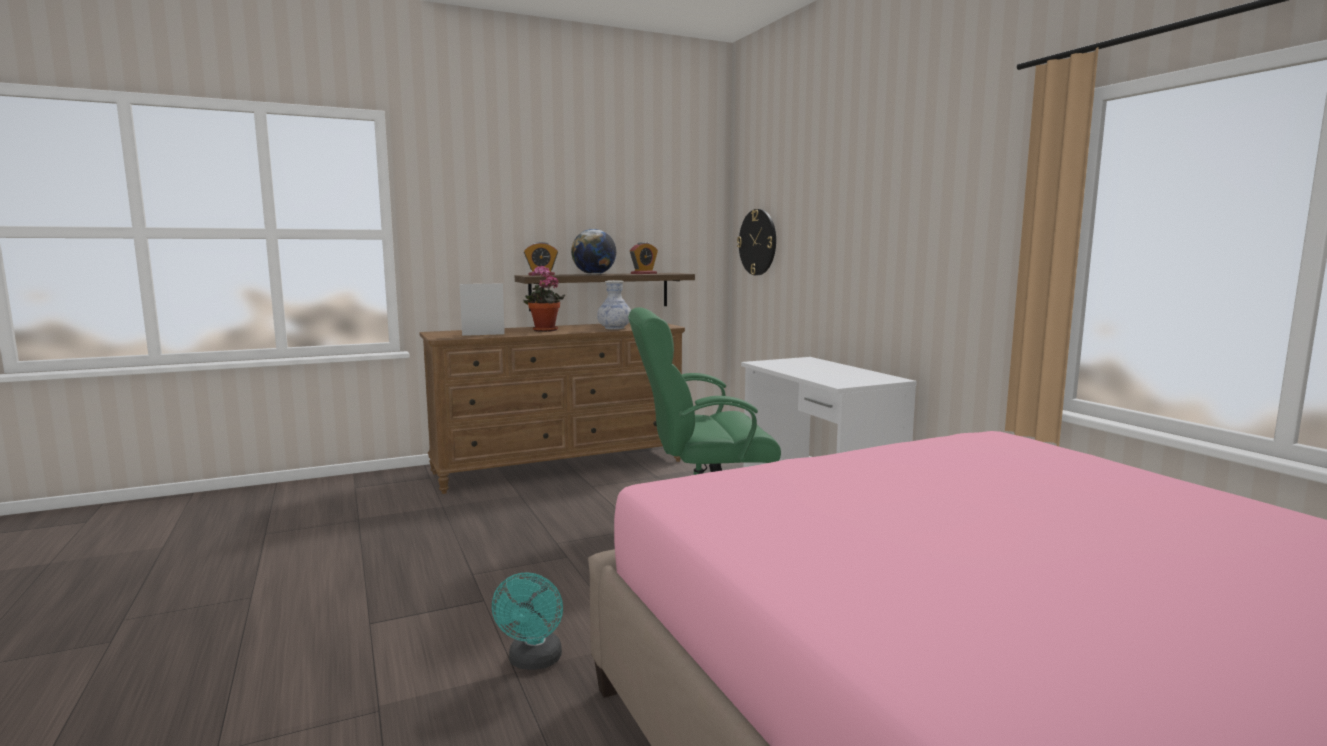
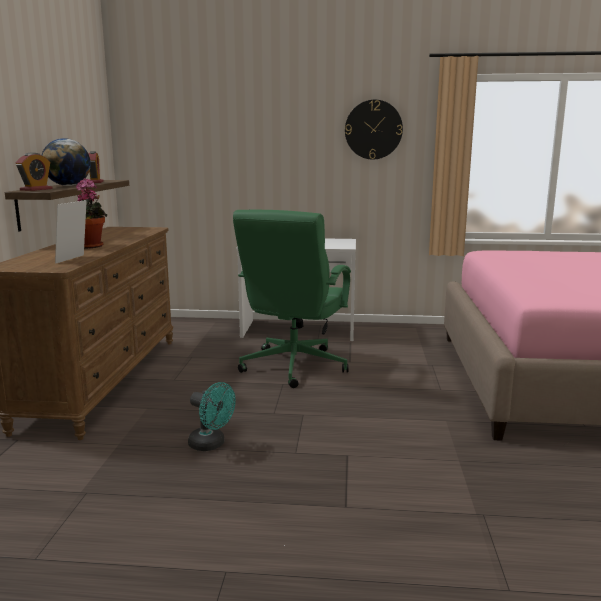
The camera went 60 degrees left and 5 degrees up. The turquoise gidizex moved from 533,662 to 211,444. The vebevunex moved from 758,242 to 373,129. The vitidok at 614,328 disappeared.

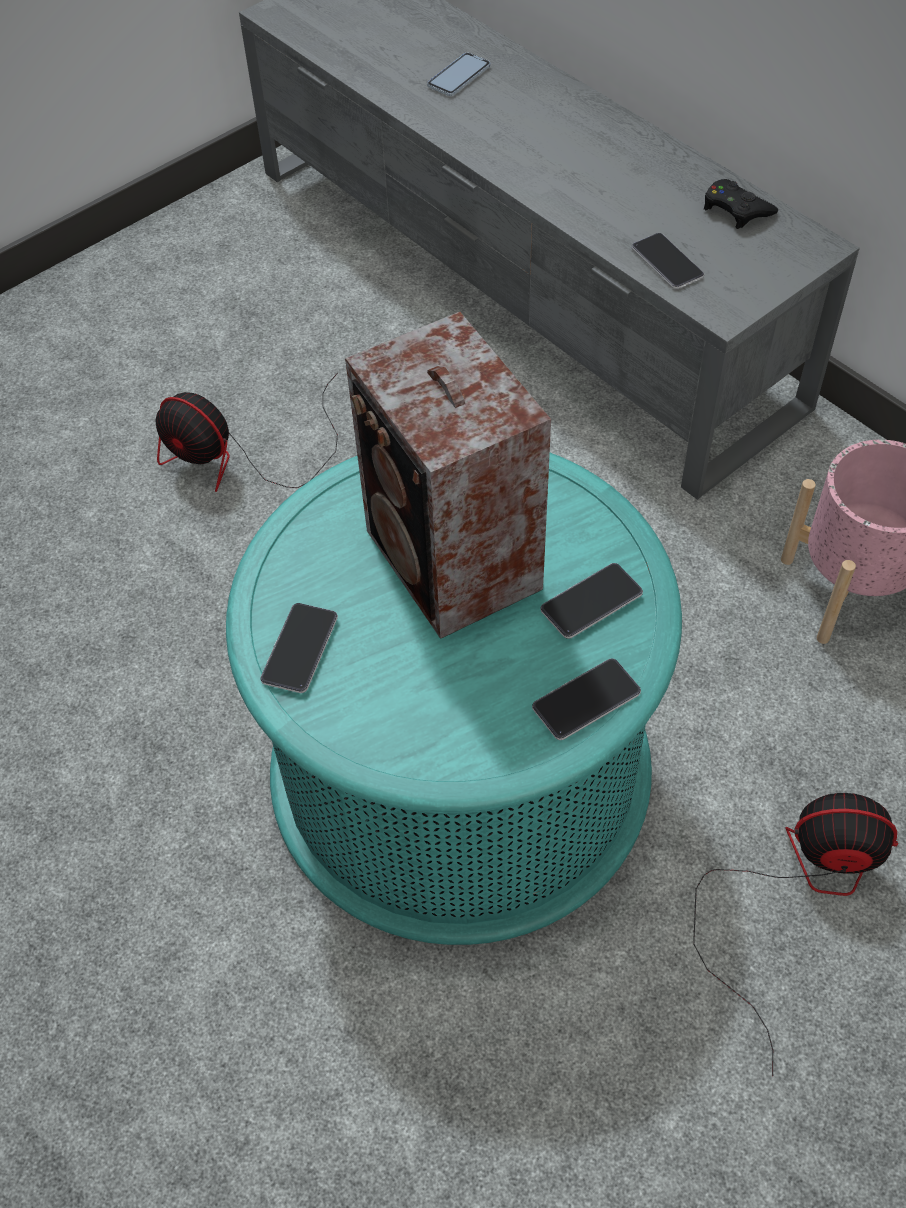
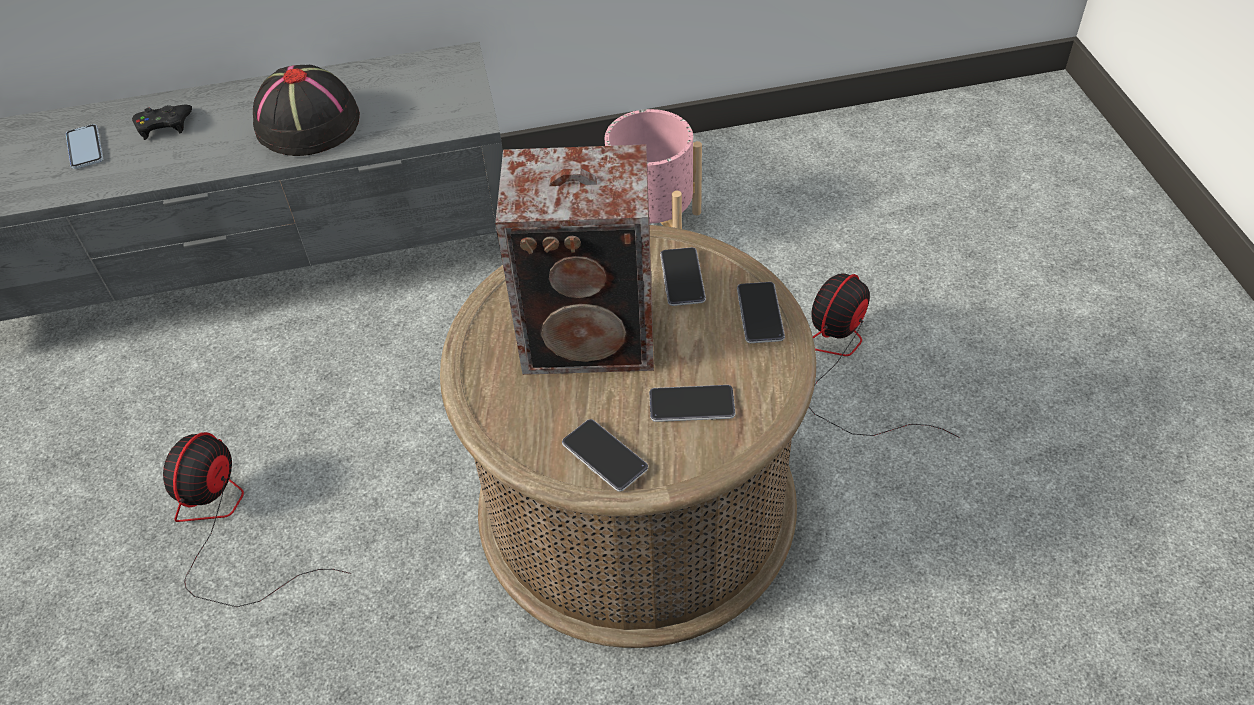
The camera went 60 degrees left and 5 degrees down. The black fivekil moved from 736,209 to 164,125. The gidizex at 241,456 turned 135 degrees clockwise. The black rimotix at 307,124 appeared. The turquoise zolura at 460,765 became the brown zolura at 636,502. The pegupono moved from 667,262 to 691,404.

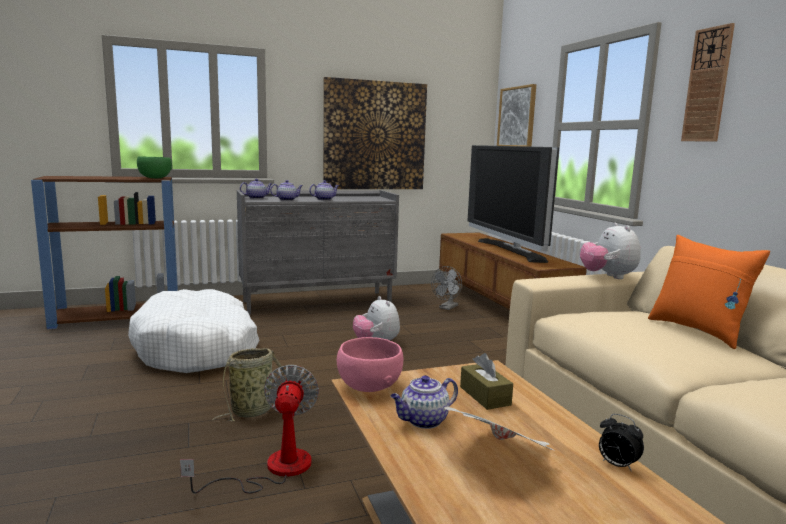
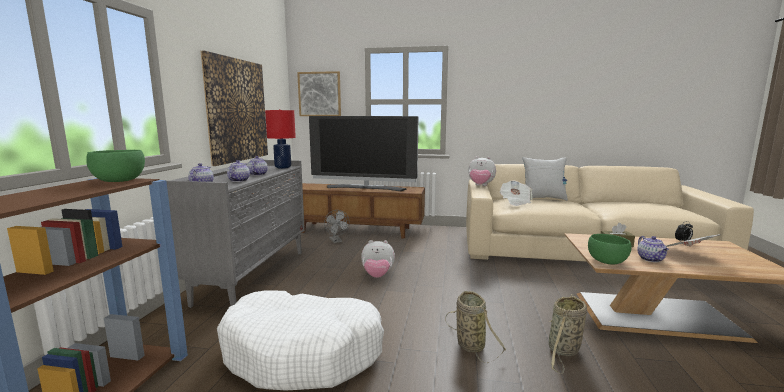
The camera went 60 degrees left and 0 degrees up. The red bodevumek at 283,168 appeared. The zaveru at 515,202 appeared. The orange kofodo at 697,331 became the grey kofodo at 543,199. The gidizex at 273,469 was replaced by the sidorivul at 563,351. The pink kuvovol at 369,386 became the green kuvovol at 606,262. The vebevunex at 707,85 disappeared.

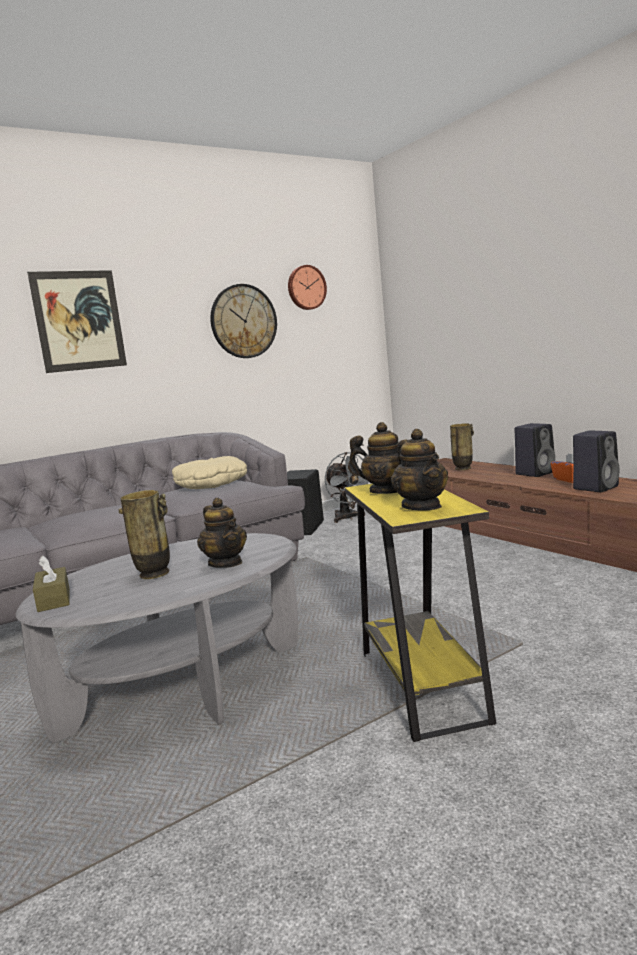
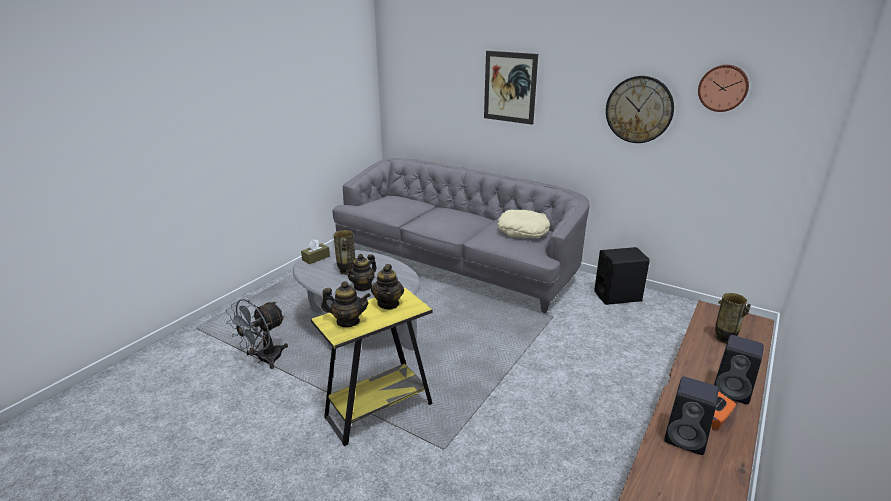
The camera went 65 degrees right and 15 degrees up. The grey gidizex moved from 348,518 to 264,360. The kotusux at 422,506 turned 135 degrees counterclockwise.

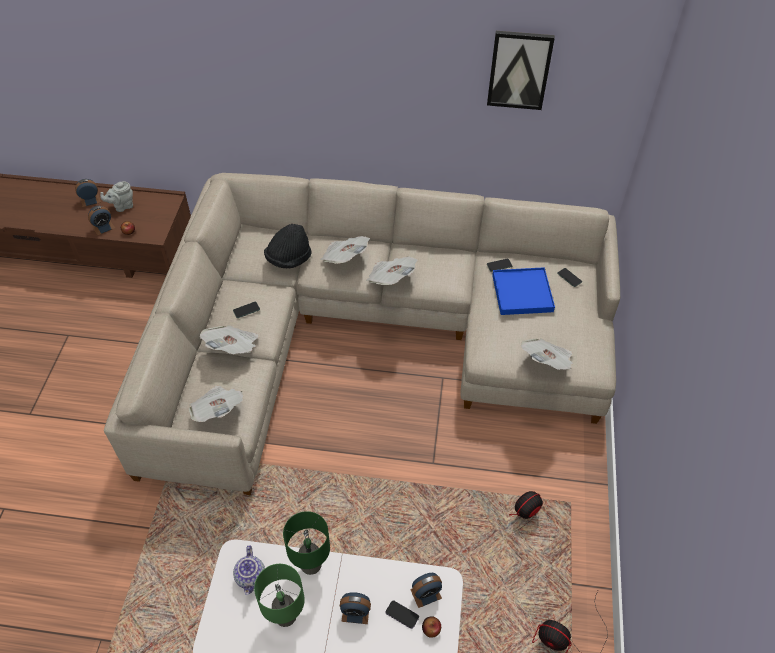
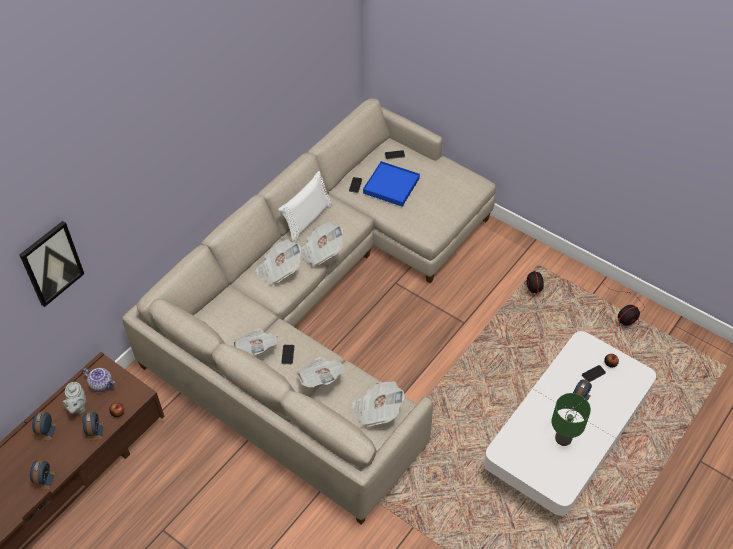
The camera went 60 degrees left and 0 degrees up. The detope moved from 519,70 to 51,263. The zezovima moved from 426,593 to 44,479. The kotusux moved from 251,577 to 102,384. The zaveru moved from 547,362 to 256,349. The white kofodo at 307,219 appeared. The black rimotix at 288,259 disappeared. The green bodevumek at 310,564 disappeared.

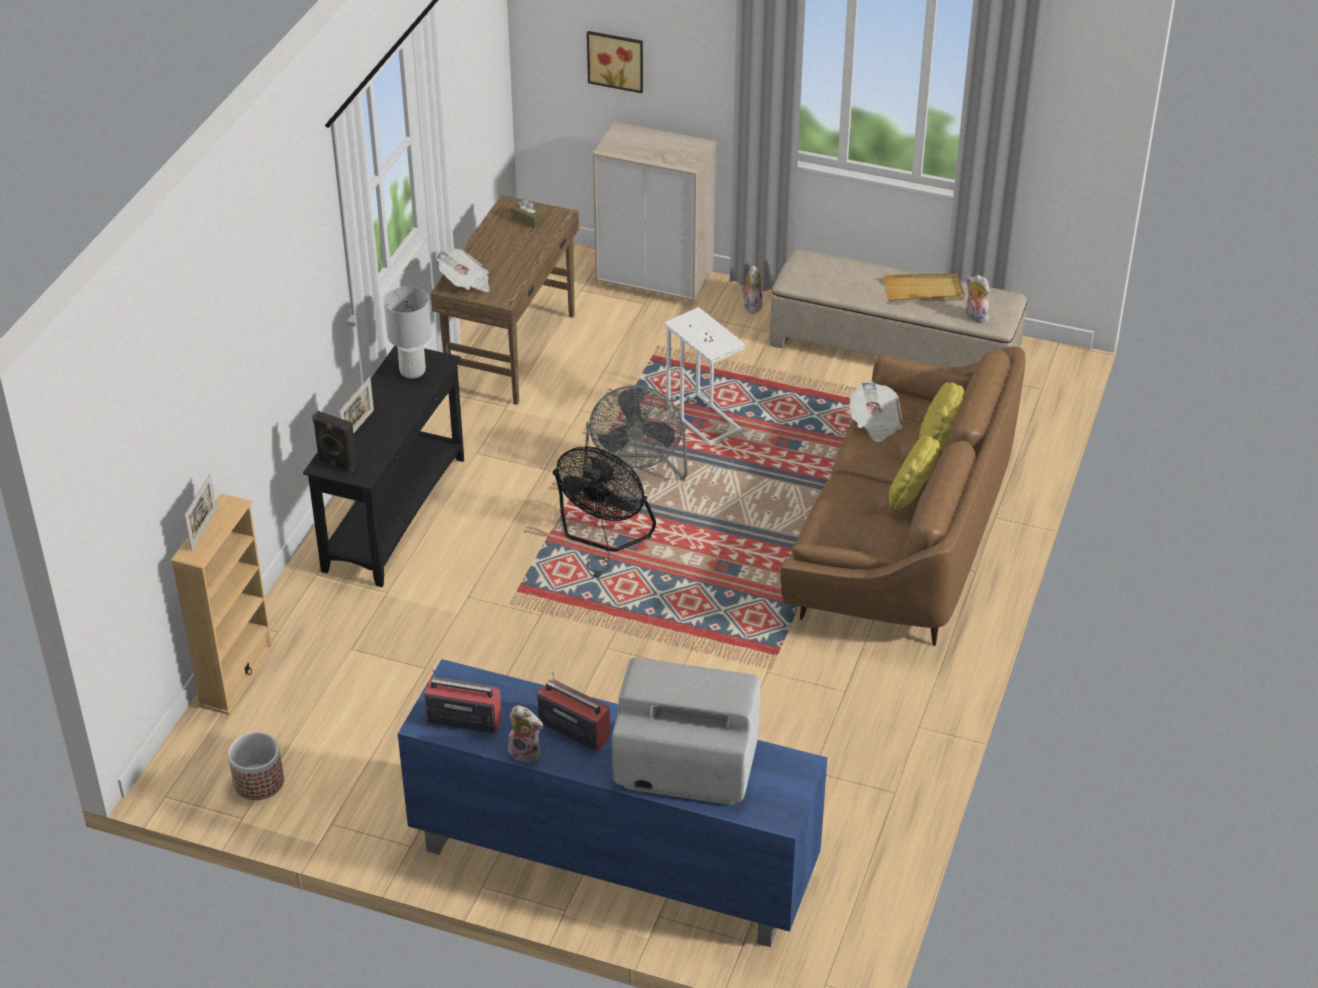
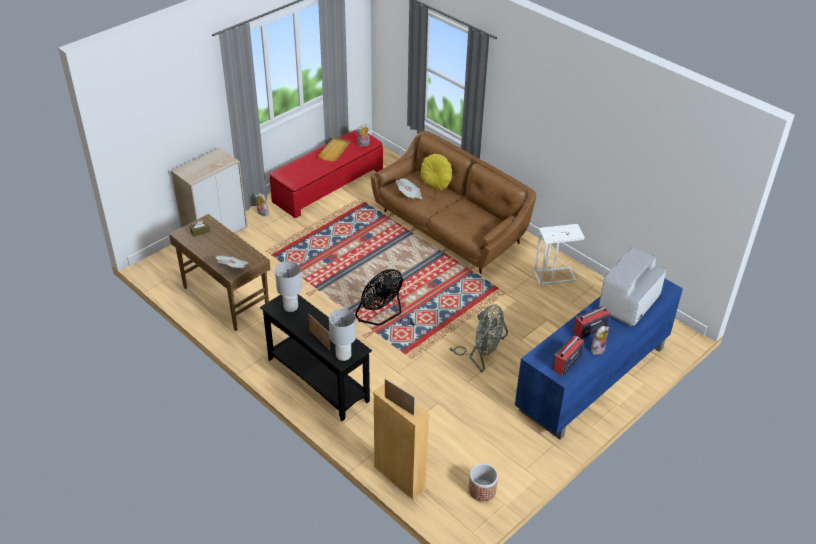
The camera went 65 degrees left and 0 degrees up. The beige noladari at 895,348 became the red noladari at 328,185. The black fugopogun at 336,464 was replaced by the grey bodevumek at 343,356. The grey gidizex moved from 633,466 to 481,352. The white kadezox moved from 702,419 to 554,276. The detope at 616,60 disappeared. The yellow kofodo at 911,499 disappeared.

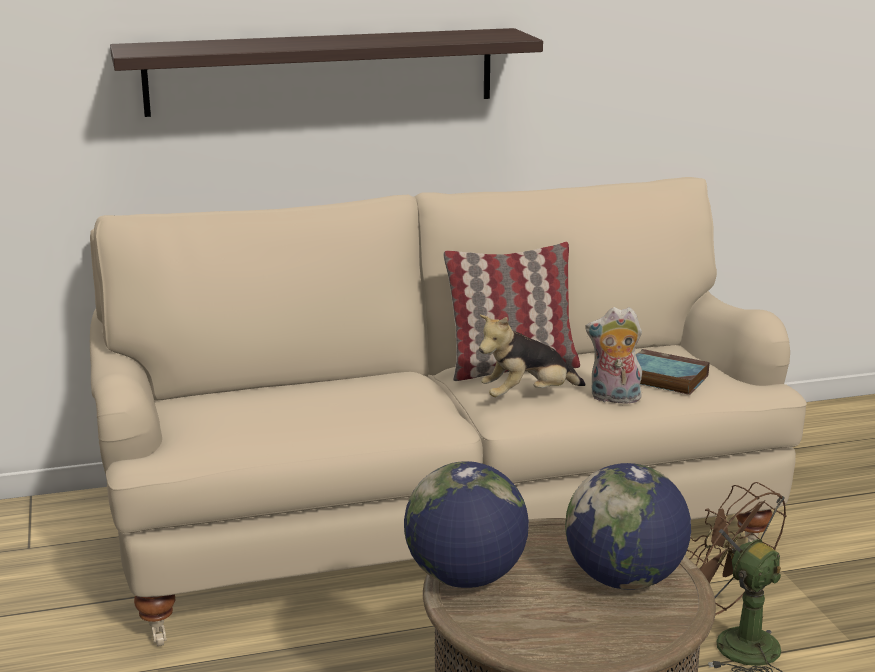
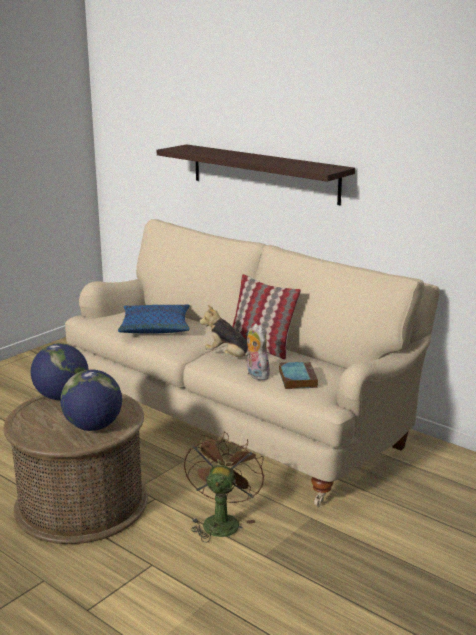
The camera went 55 degrees right and 0 degrees up. The blue kofodo at 155,328 appeared.

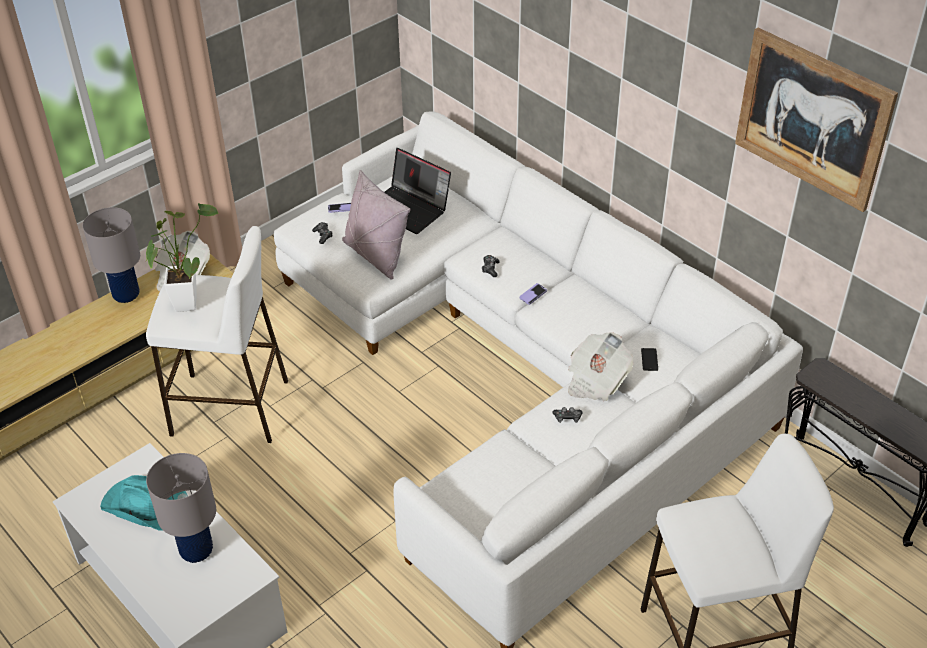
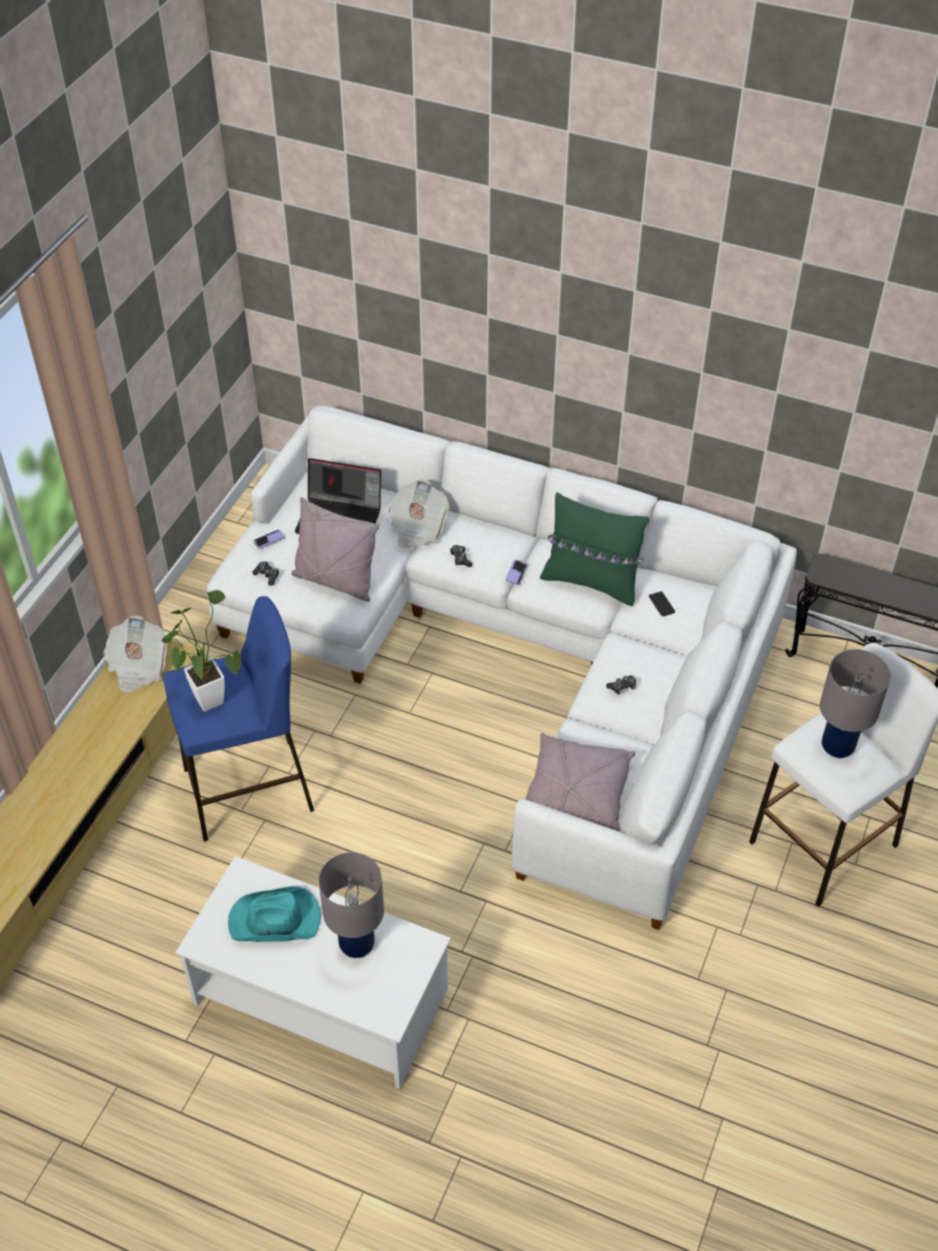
The camera went 25 degrees left and 5 degrees up. The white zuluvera at 231,408 became the blue zuluvera at 249,789. The zaveru moved from 596,380 to 417,527. The purple kofodo at 576,792 appeared. The green kofodo at 591,582 appeared. The grey bodevumek moved from 127,296 to 837,747. The detope at 812,118 disappeared.

